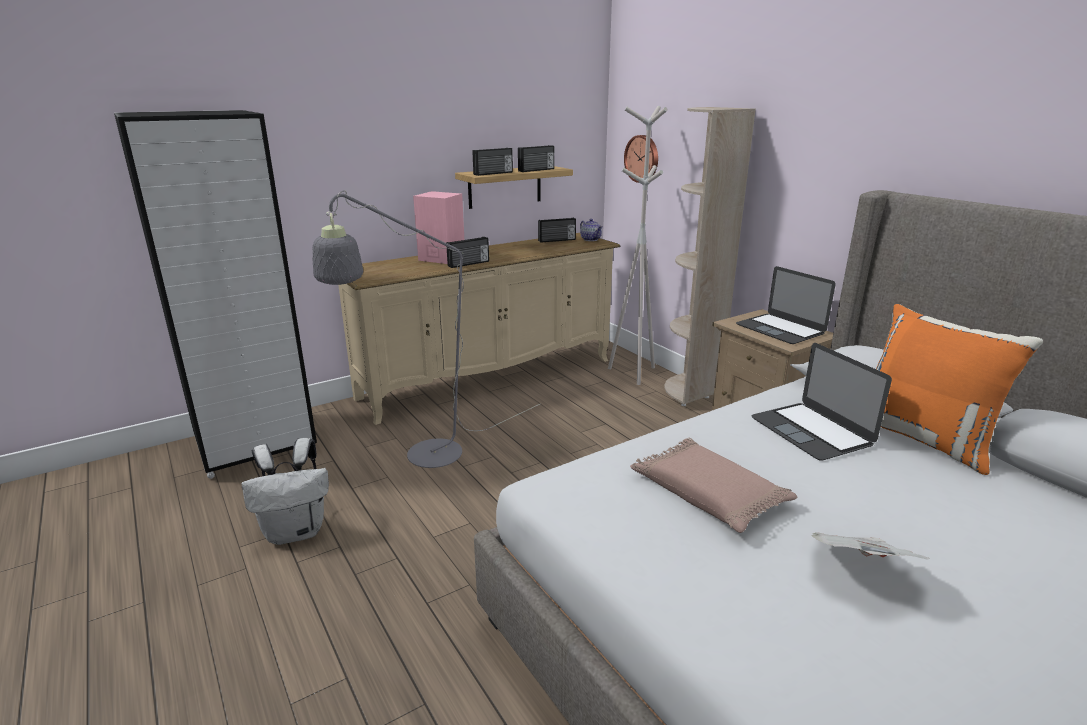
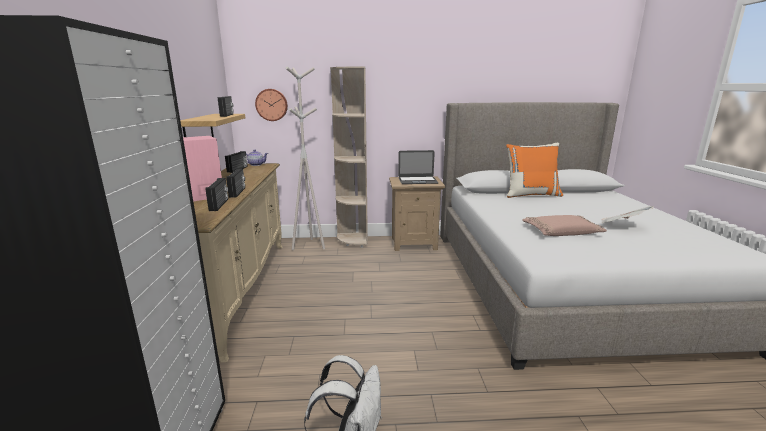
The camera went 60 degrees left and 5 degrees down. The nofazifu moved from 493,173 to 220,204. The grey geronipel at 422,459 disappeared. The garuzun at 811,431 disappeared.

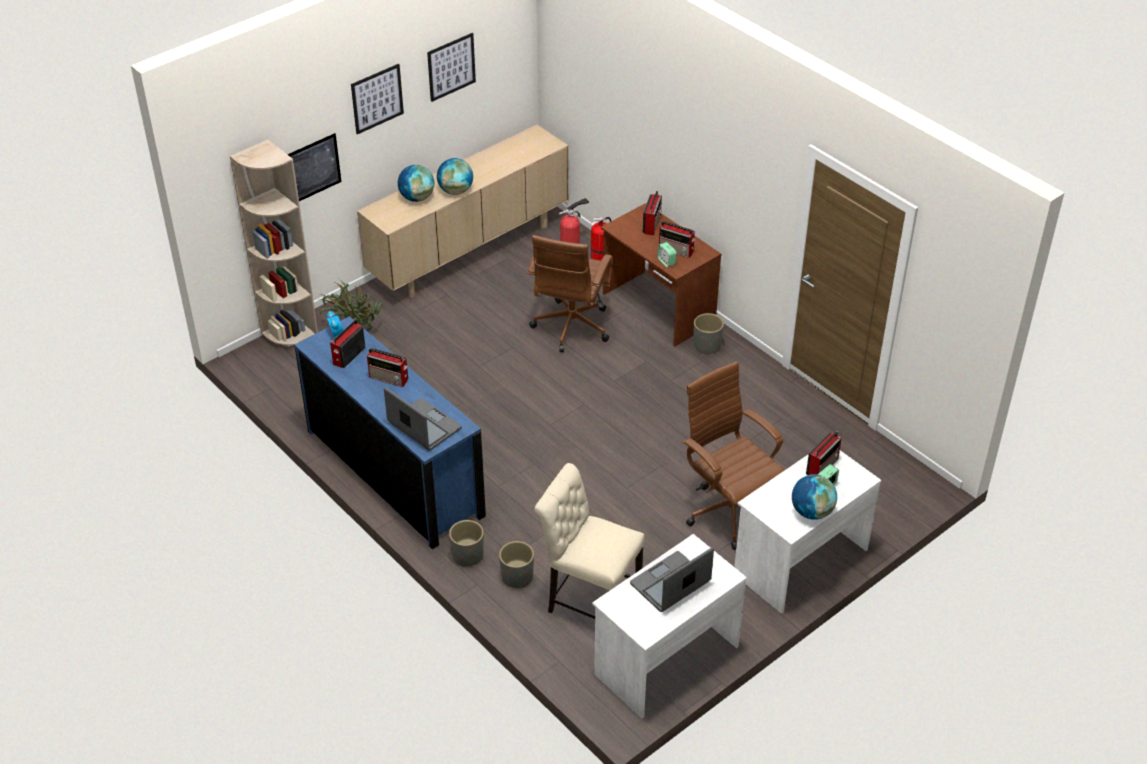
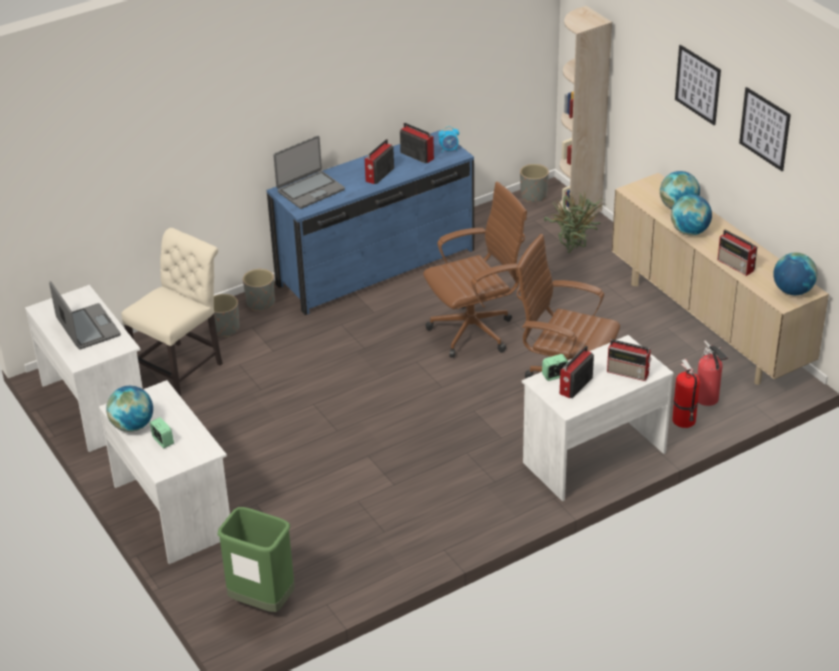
The camera went 100 degrees right and 5 degrees down. The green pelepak at 262,602 appeared. The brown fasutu moved from 728,511 to 475,331. The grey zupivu moved from 706,345 to 533,196. The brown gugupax at 657,308 became the white gugupax at 593,457. The nofazifu moved from 822,466 to 736,265. The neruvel at 792,291 appeared. The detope at 313,168 disappeared.

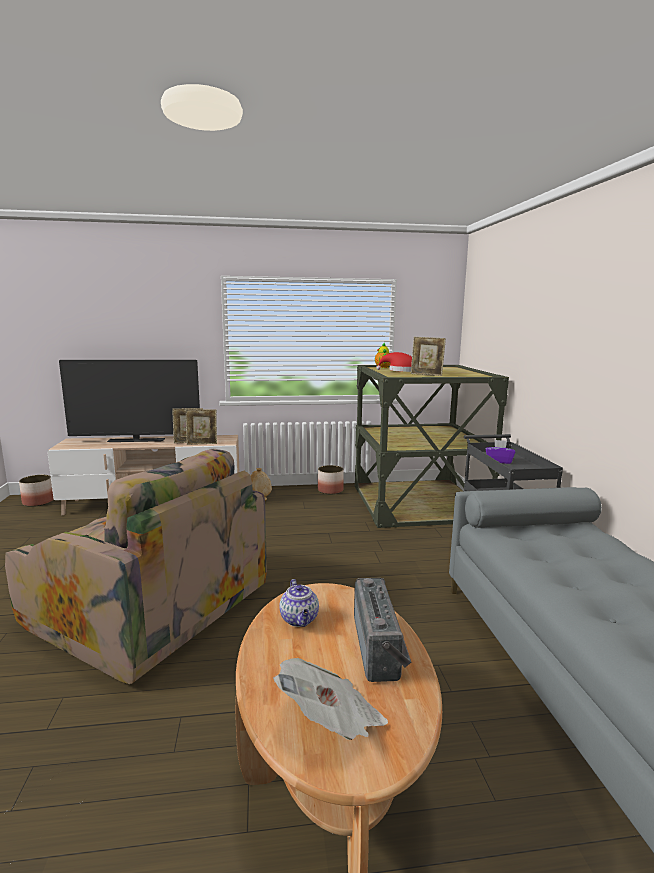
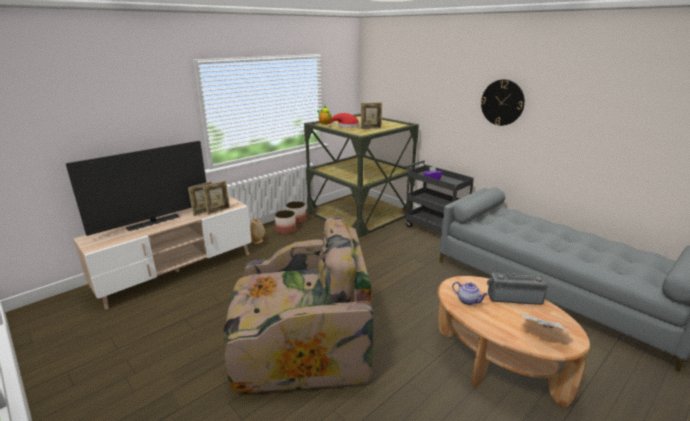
The camera went 35 degrees left and 10 degrees up. The zupivu moved from 38,502 to 285,230. The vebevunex at 502,102 appeared. The nofazifu at 381,647 turned 45 degrees counterclockwise.

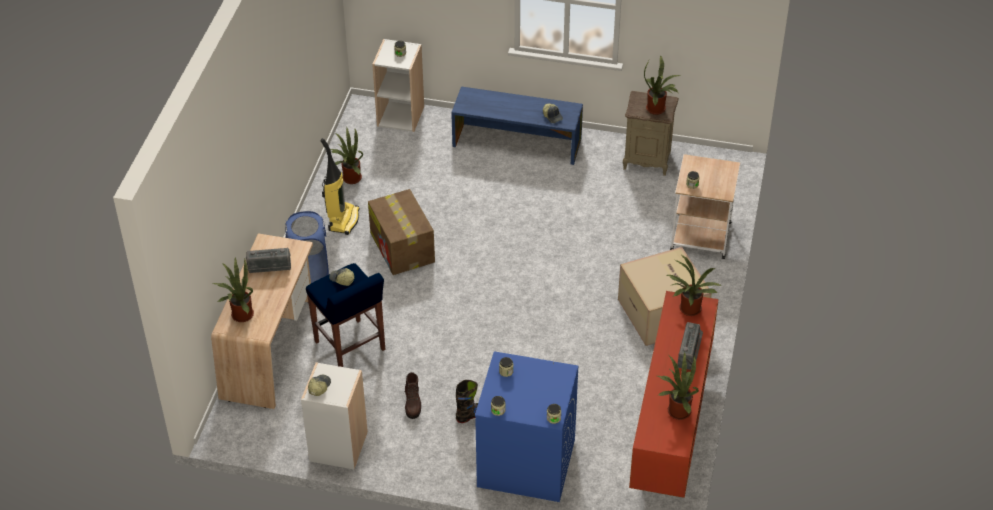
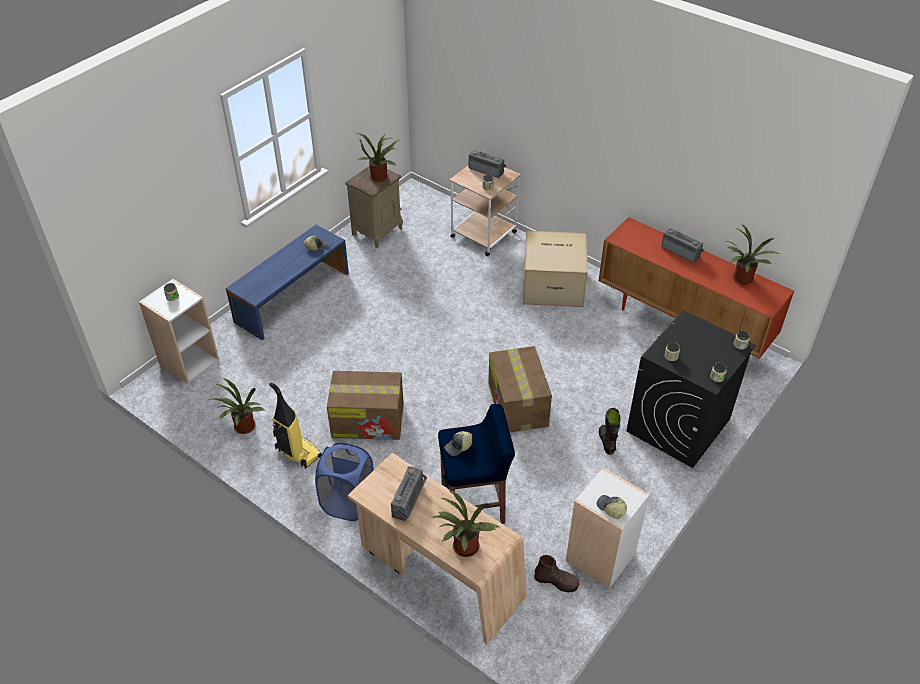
The camera went 65 degrees left and 0 degrees up. The nofazifu at 487,170 appeared. The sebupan at 518,405 appeared. The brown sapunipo moved from 413,404 to 556,581. The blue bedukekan at 525,463 became the black bedukekan at 678,425. The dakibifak at 688,310 disappeared.

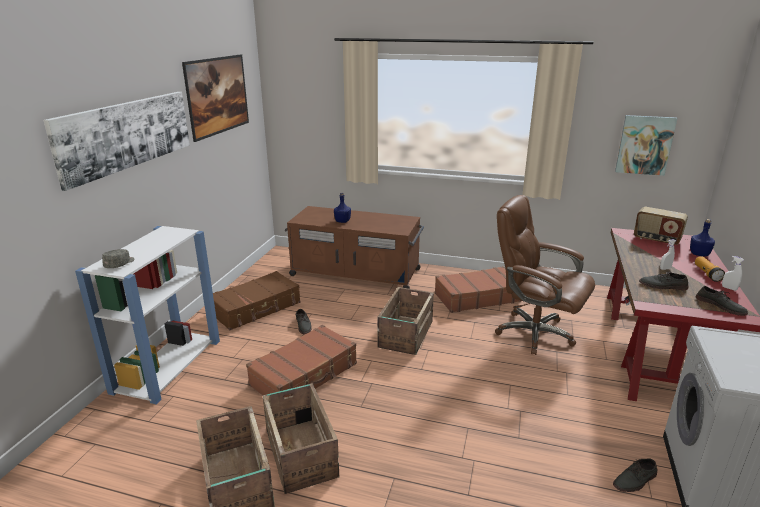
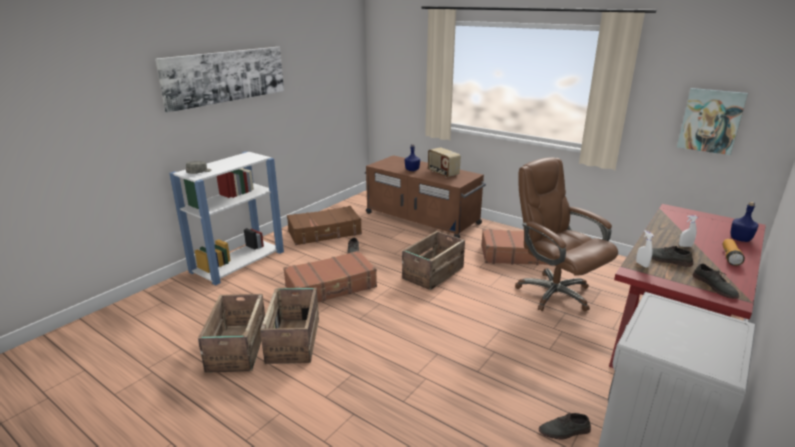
The camera went 20 degrees right and 0 degrees up. The nofazifu moved from 656,239 to 442,173. The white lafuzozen moved from 729,288 to 642,264. The detope at 220,113 disappeared.

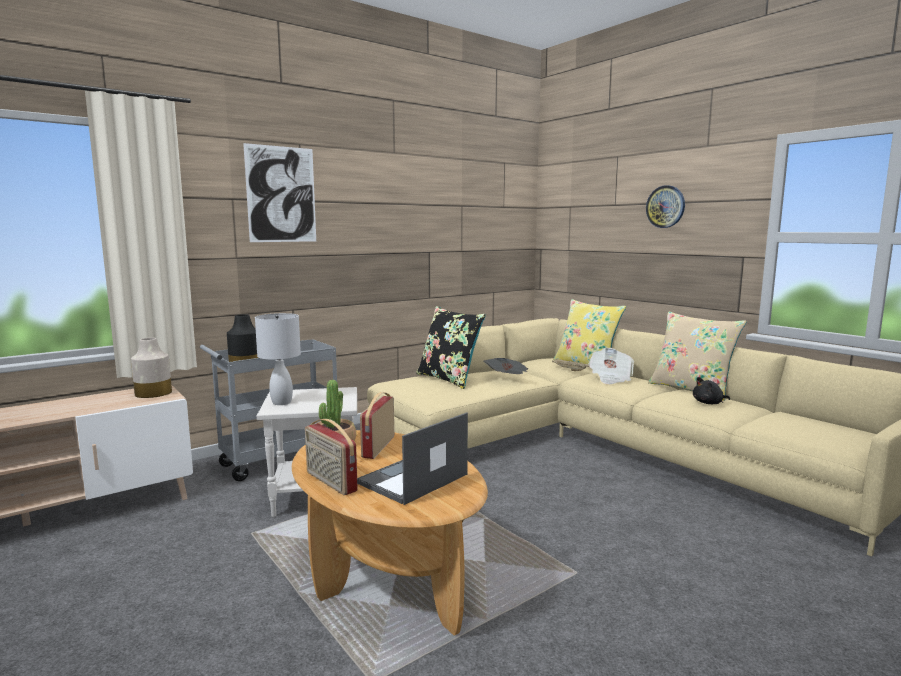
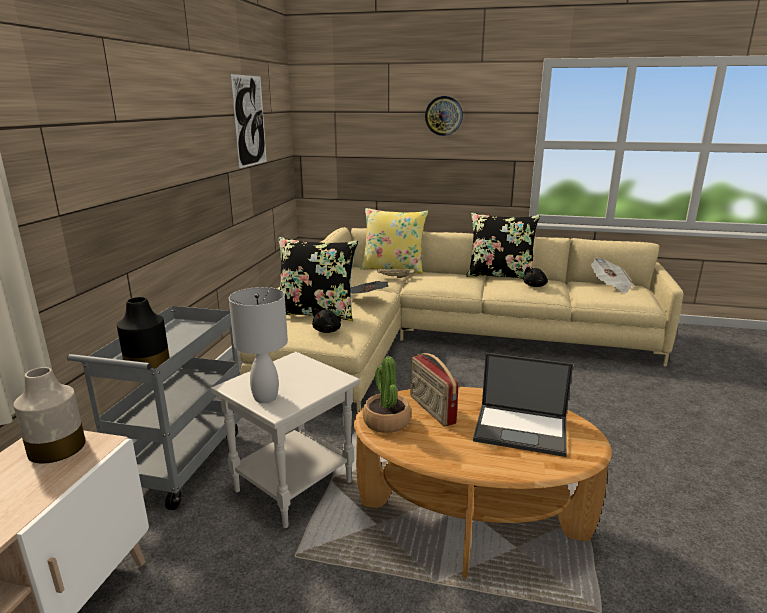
The camera went 40 degrees left and 10 degrees up. The detope moved from 281,194 to 249,121. The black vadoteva at 328,331 appeared. The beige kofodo at 691,389 became the black kofodo at 500,275. The garuzun at 412,479 turned 75 degrees counterclockwise. The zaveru moved from 610,378 to 610,286. The nofazifu at 330,482 disappeared.

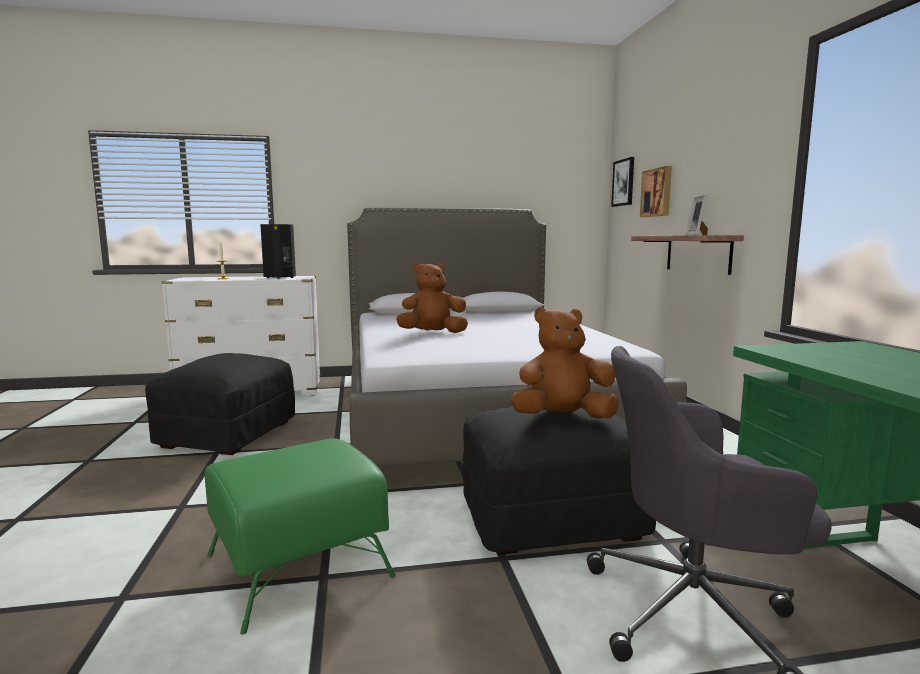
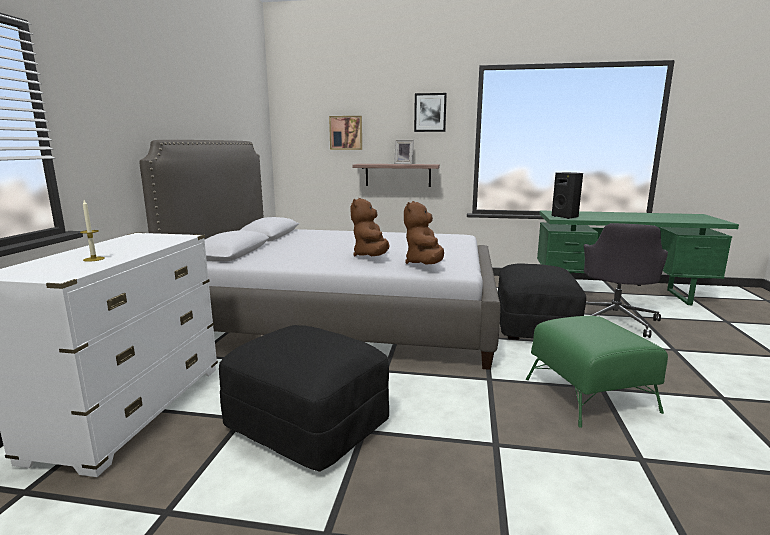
The camera went 70 degrees left and 5 degrees up. The brown vadoteva moved from 563,418 to 425,264. The detope moved from 623,182 to 430,112. The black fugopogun moved from 280,277 to 565,217.

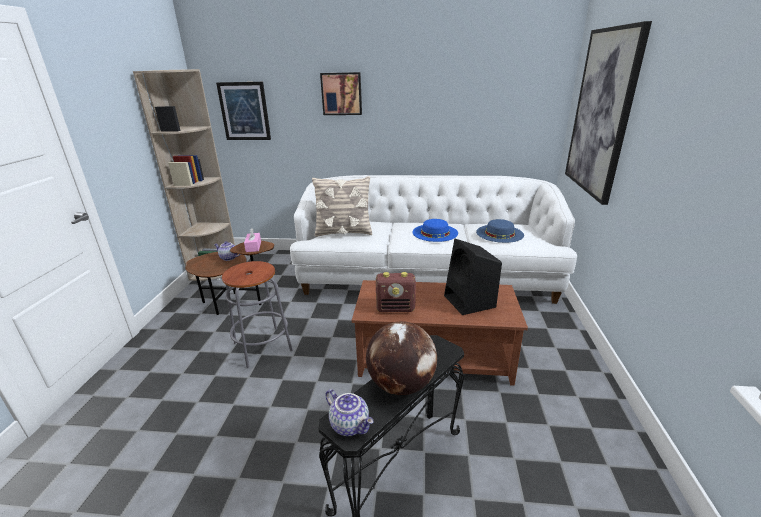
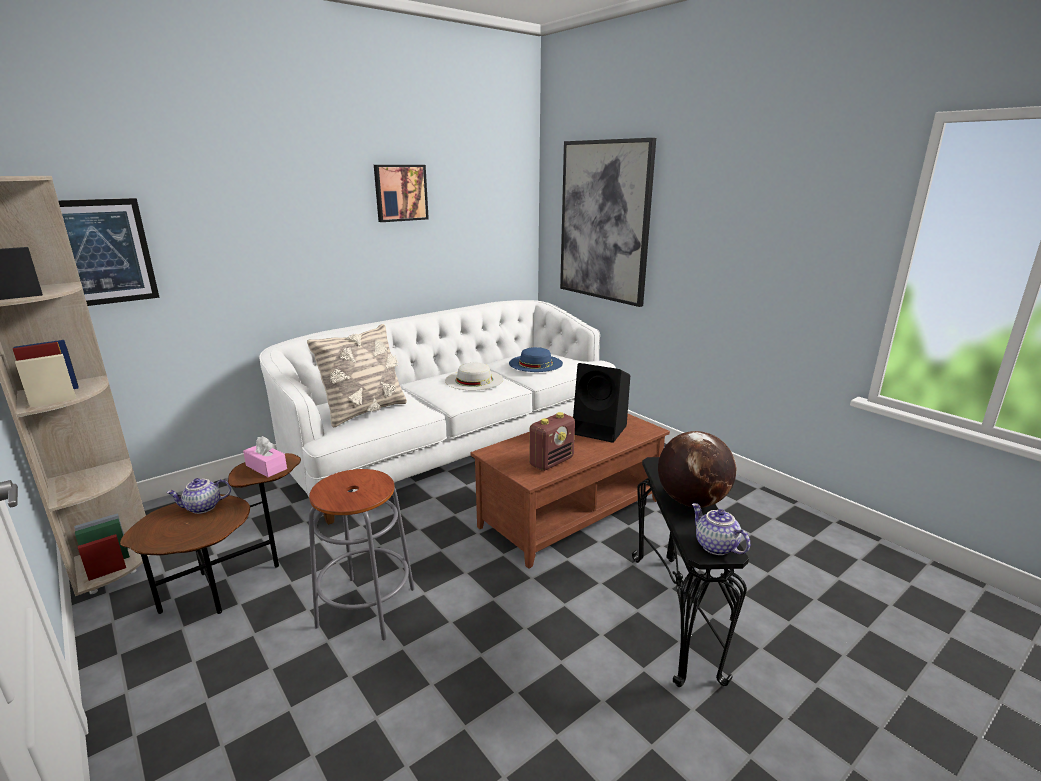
The camera went 45 degrees left and 5 degrees down. The detope moved from 342,94 to 400,193. The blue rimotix at 435,232 became the white rimotix at 474,380. The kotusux at 350,425 turned 120 degrees counterclockwise.

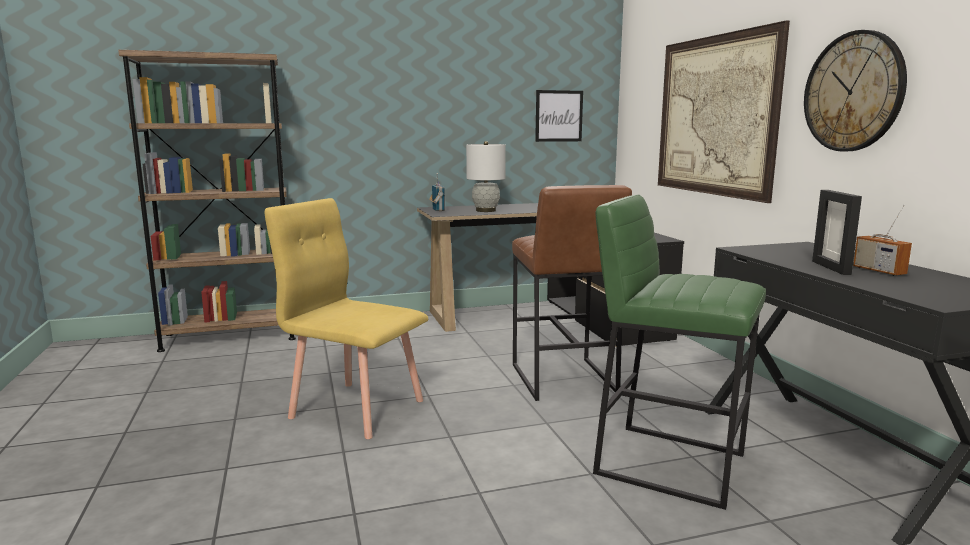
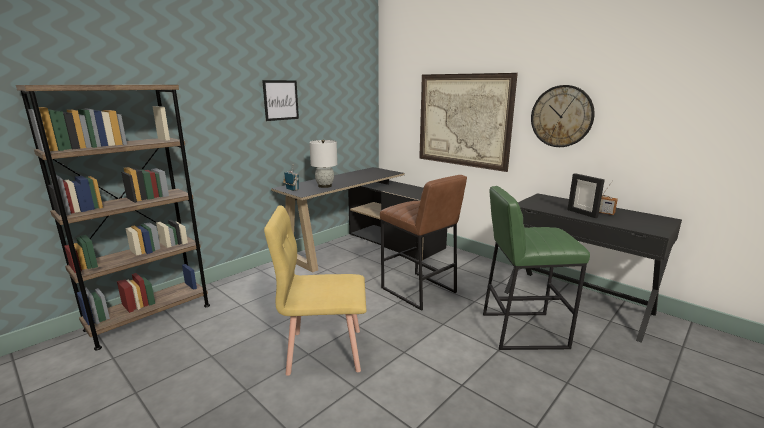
The camera went 30 degrees left and 5 degrees up. The detope moved from 558,116 to 281,100.

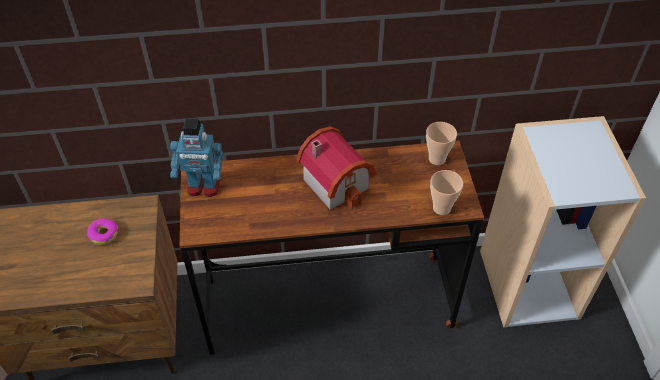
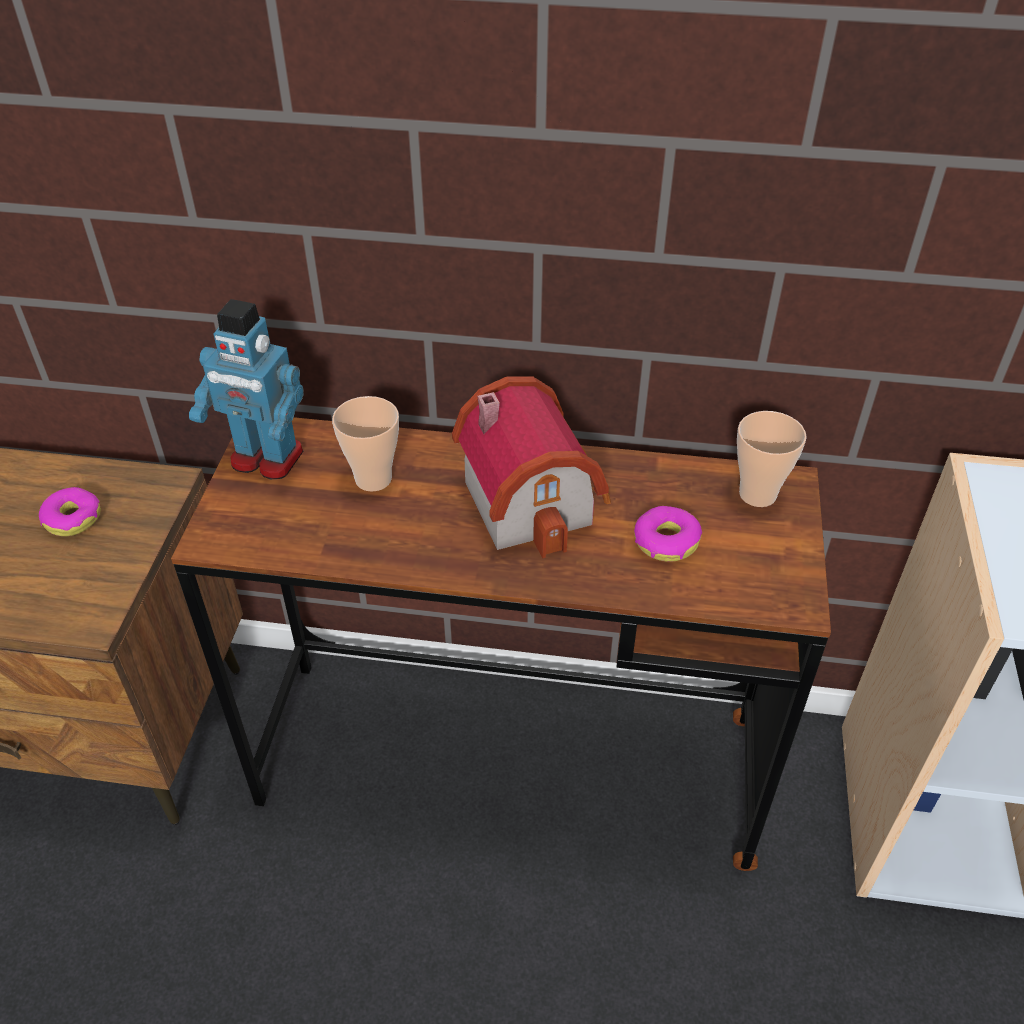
The camera went 15 degrees right and 5 degrees down. The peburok moved from 441,208 to 373,479. The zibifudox at 665,541 appeared.

